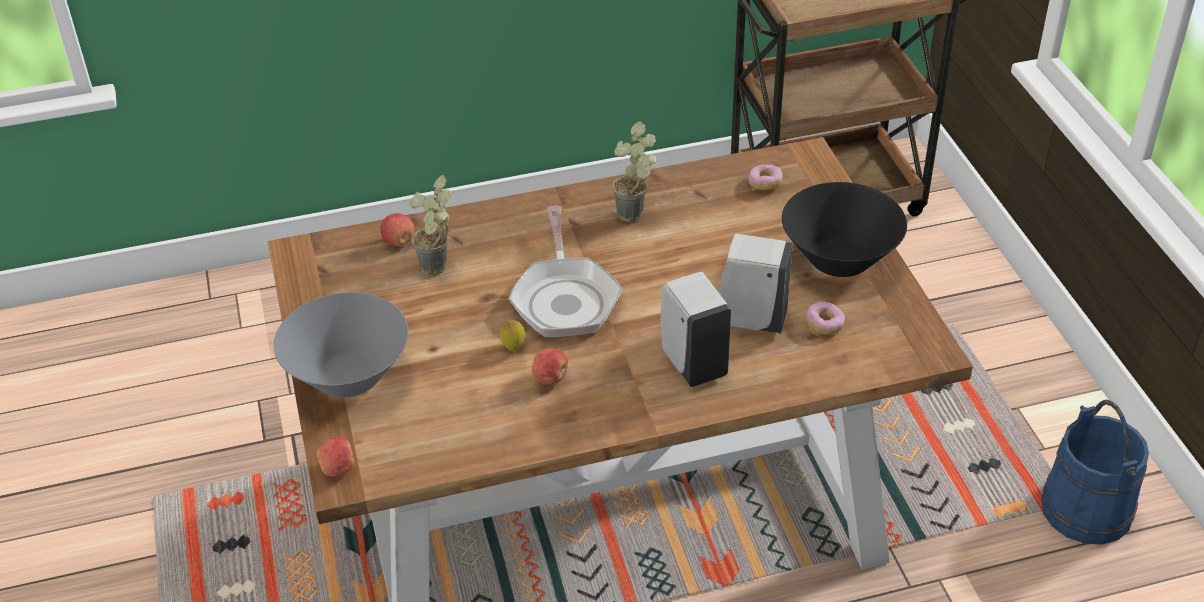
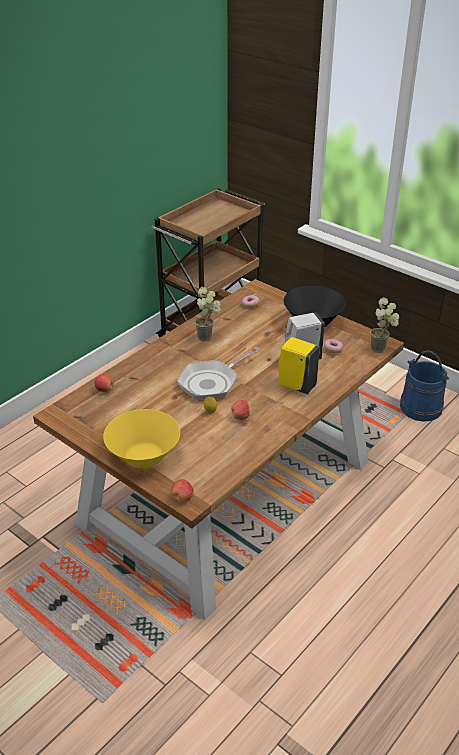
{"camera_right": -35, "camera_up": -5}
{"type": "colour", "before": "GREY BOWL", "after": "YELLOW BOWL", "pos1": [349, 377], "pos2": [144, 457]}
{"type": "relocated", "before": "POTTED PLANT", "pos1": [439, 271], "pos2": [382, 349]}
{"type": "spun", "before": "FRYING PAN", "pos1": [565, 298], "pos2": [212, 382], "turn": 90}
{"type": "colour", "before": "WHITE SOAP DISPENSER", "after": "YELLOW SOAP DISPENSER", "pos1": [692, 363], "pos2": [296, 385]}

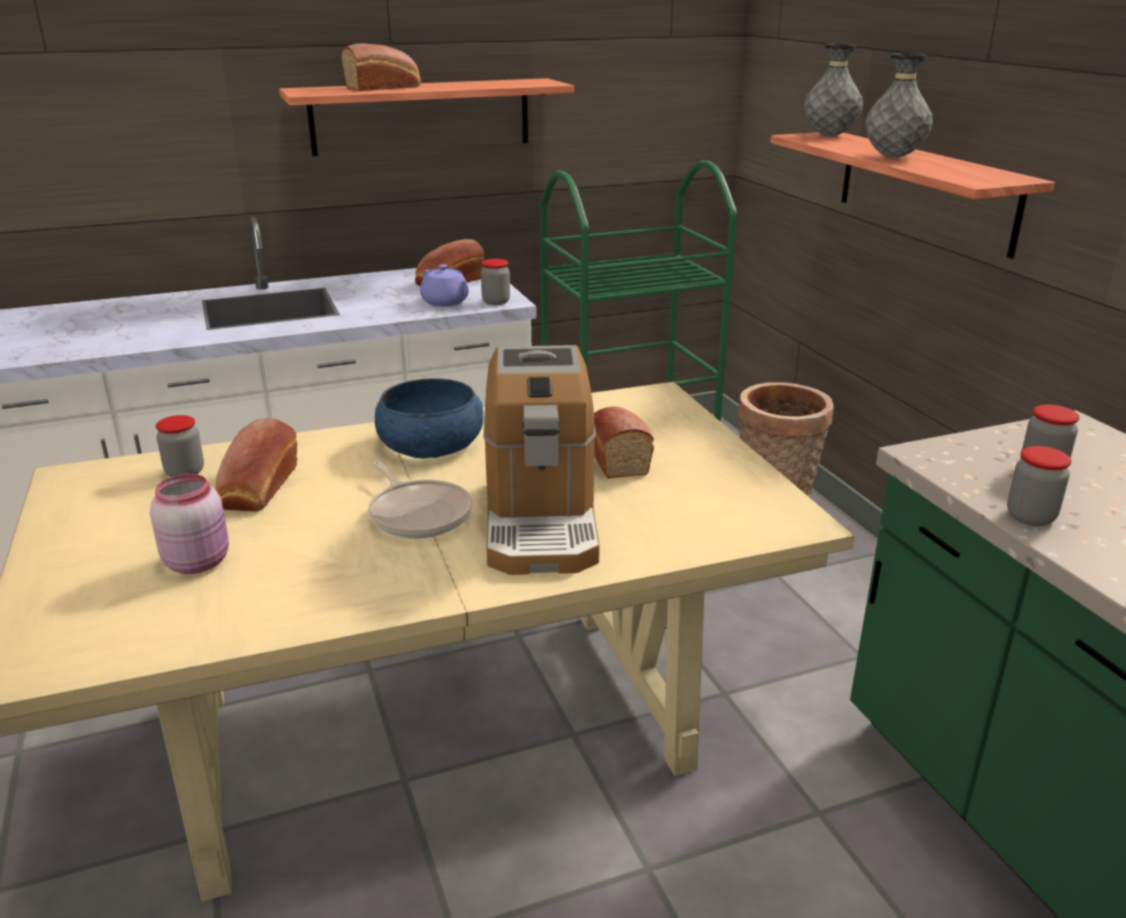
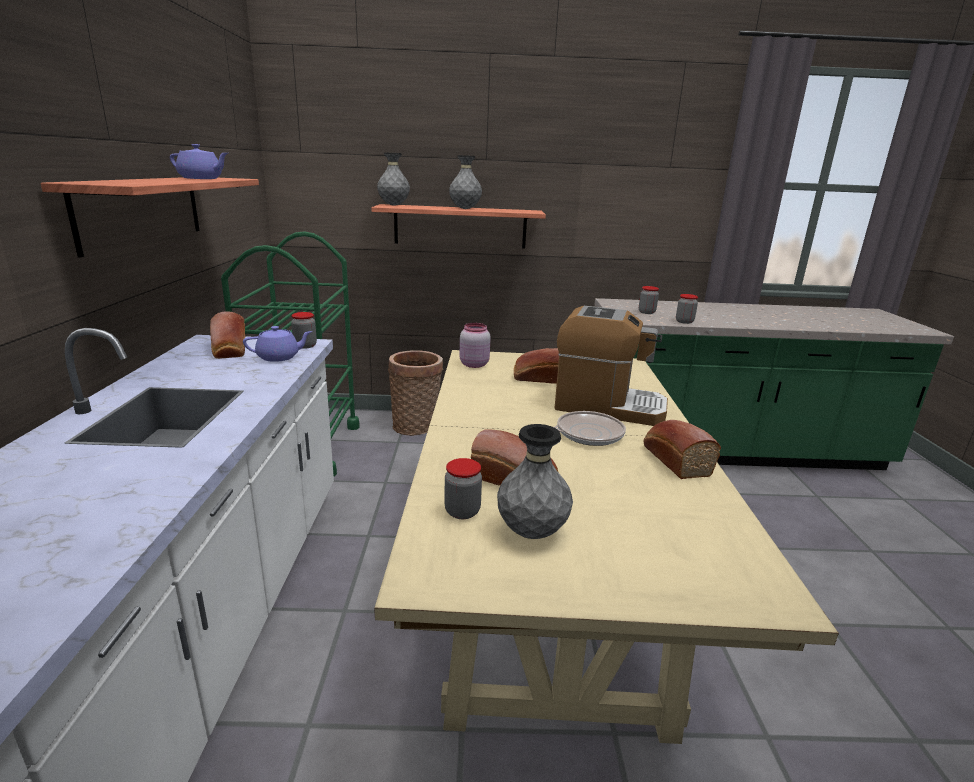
{"camera_right": -70, "camera_up": -5}
{"type": "relocated", "before": "PINK JAR", "pos1": [199, 561], "pos2": [473, 364]}
{"type": "relocated", "before": "BREAD", "pos1": [384, 87], "pos2": [674, 460]}
{"type": "missing", "before": "BLUE BOWL", "pos1": [431, 443]}
{"type": "appeared", "after": "PURPLE TEAPOT", "pos2": [201, 179]}
{"type": "appeared", "after": "GREY VASE", "pos2": [532, 533]}

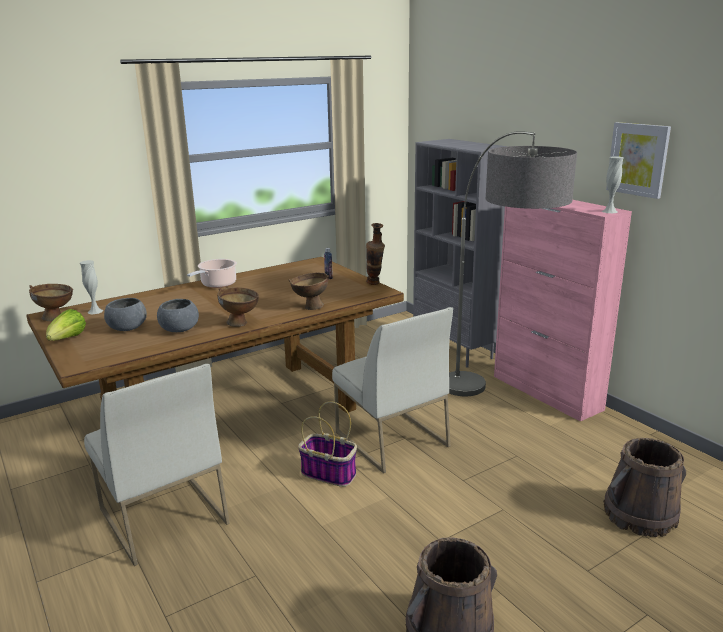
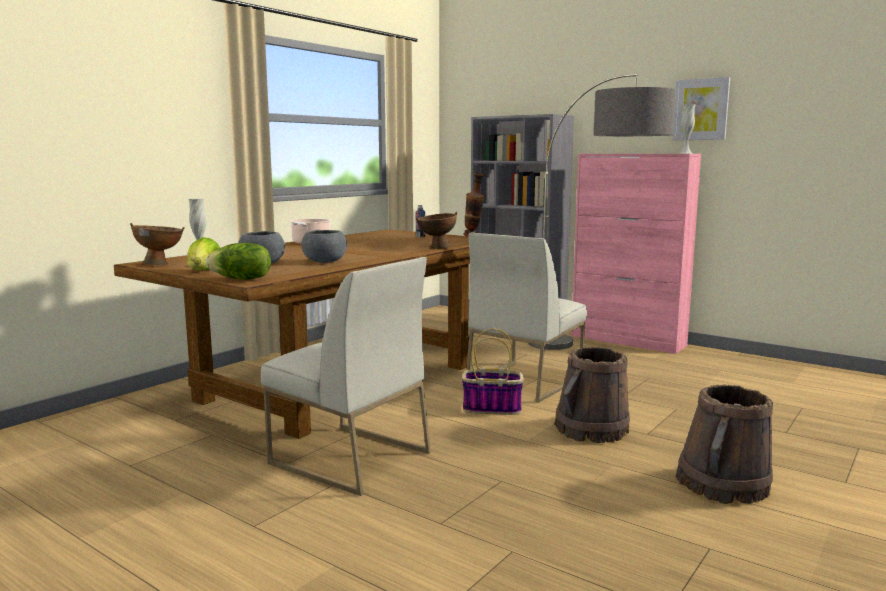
{"camera_right": -20, "camera_up": -10}
{"type": "missing", "before": "BROWN BOWL", "pos1": [241, 324]}
{"type": "spun", "before": "WHITE CHAIR", "pos1": [390, 439], "pos2": [524, 381], "turn": 90}
{"type": "relocated", "before": "BROWN BUCKET", "pos1": [639, 515], "pos2": [591, 429]}
{"type": "appeared", "after": "LETTUCE", "pos2": [241, 279]}

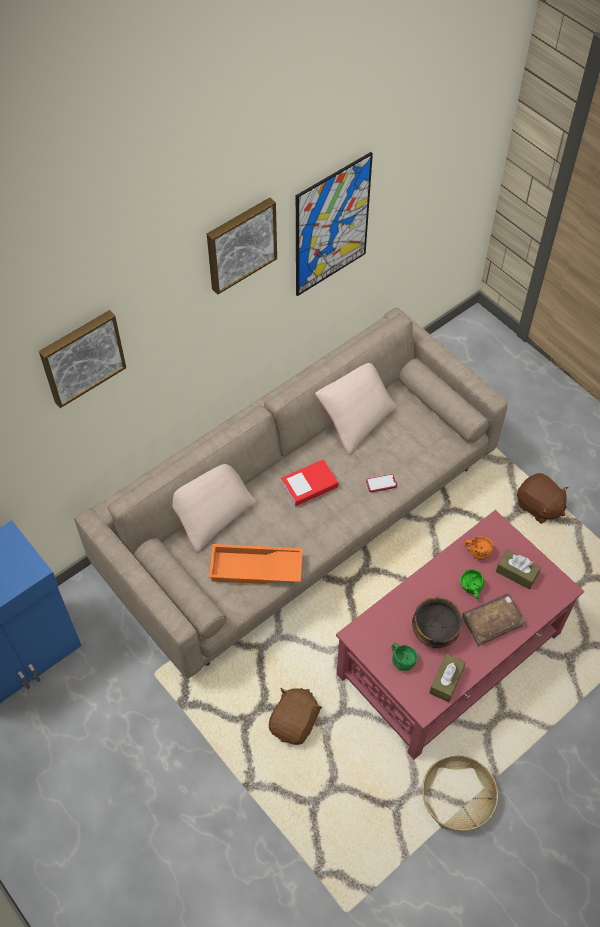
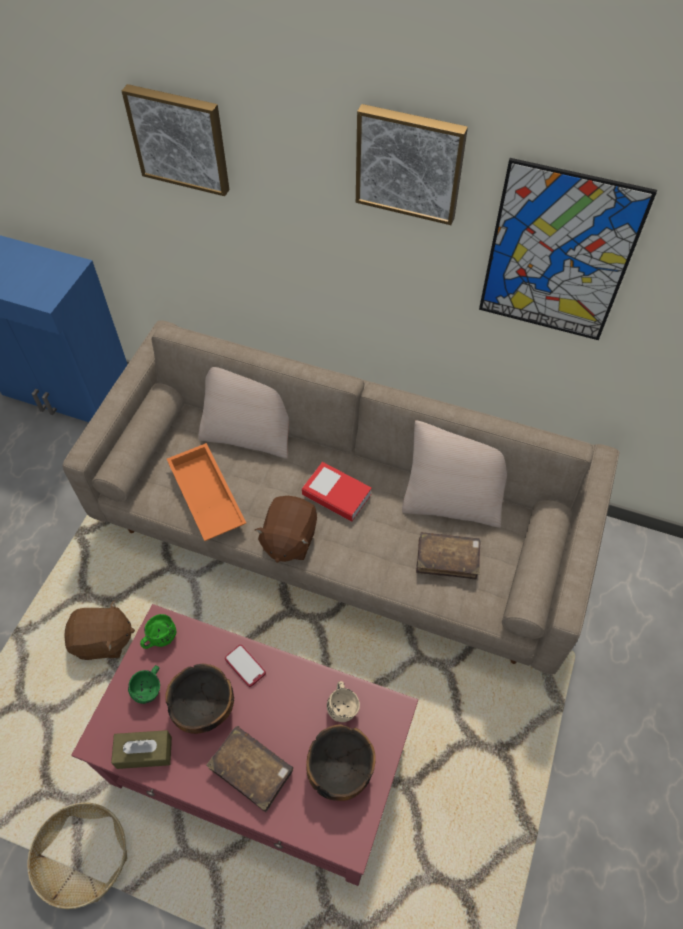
{"camera_right": 60, "camera_up": 0}
{"type": "relocated", "before": "PHONE", "pos1": [381, 483], "pos2": [245, 666]}
{"type": "relocated", "before": "GREEN MUG", "pos1": [471, 590], "pos2": [159, 638]}
{"type": "colour", "before": "ORANGE MUG", "after": "BEIGE MUG", "pos1": [477, 551], "pos2": [343, 705]}
{"type": "exchanged", "before": "BROWN TISSUE BOX", "after": "BOWL", "pos1": [516, 573], "pos2": [339, 769]}
{"type": "relocated", "before": "BROWN PLUSH TOY", "pos1": [539, 506], "pos2": [288, 539]}
{"type": "appeared", "after": "BROWN BOOK", "pos2": [447, 559]}

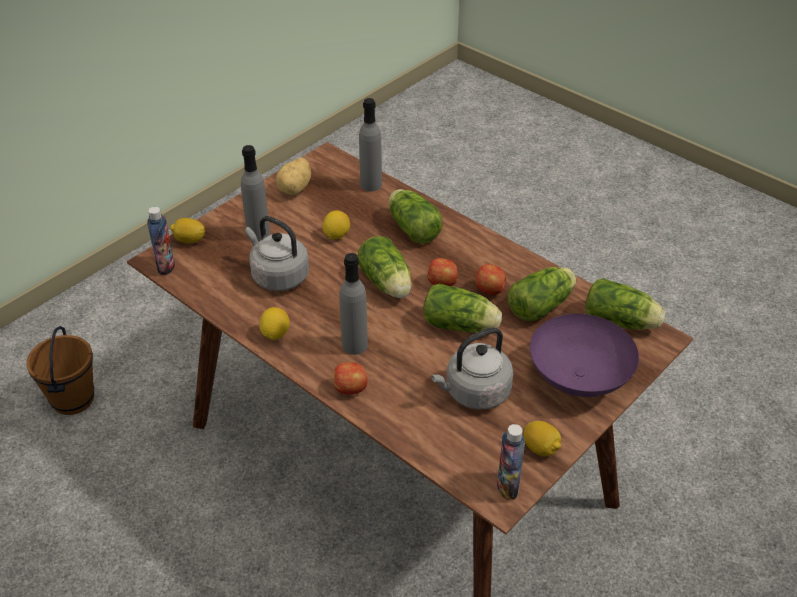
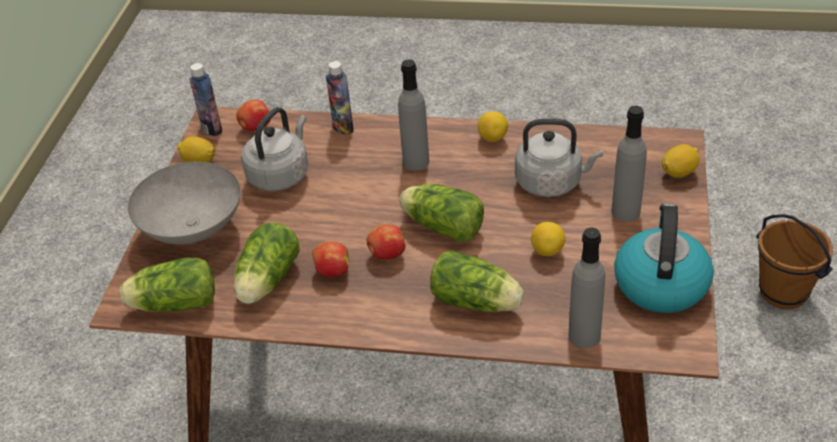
{"camera_right": 150, "camera_up": 0}
{"type": "relocated", "before": "BOTTLE", "pos1": [166, 266], "pos2": [343, 127]}
{"type": "exchanged", "before": "POTATO", "after": "KETTLE", "pos1": [296, 188], "pos2": [660, 283]}
{"type": "relocated", "before": "APPLE", "pos1": [351, 389], "pos2": [255, 127]}
{"type": "missing", "before": "LETTUCE", "pos1": [462, 326]}
{"type": "colour", "before": "PURPLE BOWL", "after": "GREY BOWL", "pos1": [577, 379], "pos2": [194, 227]}

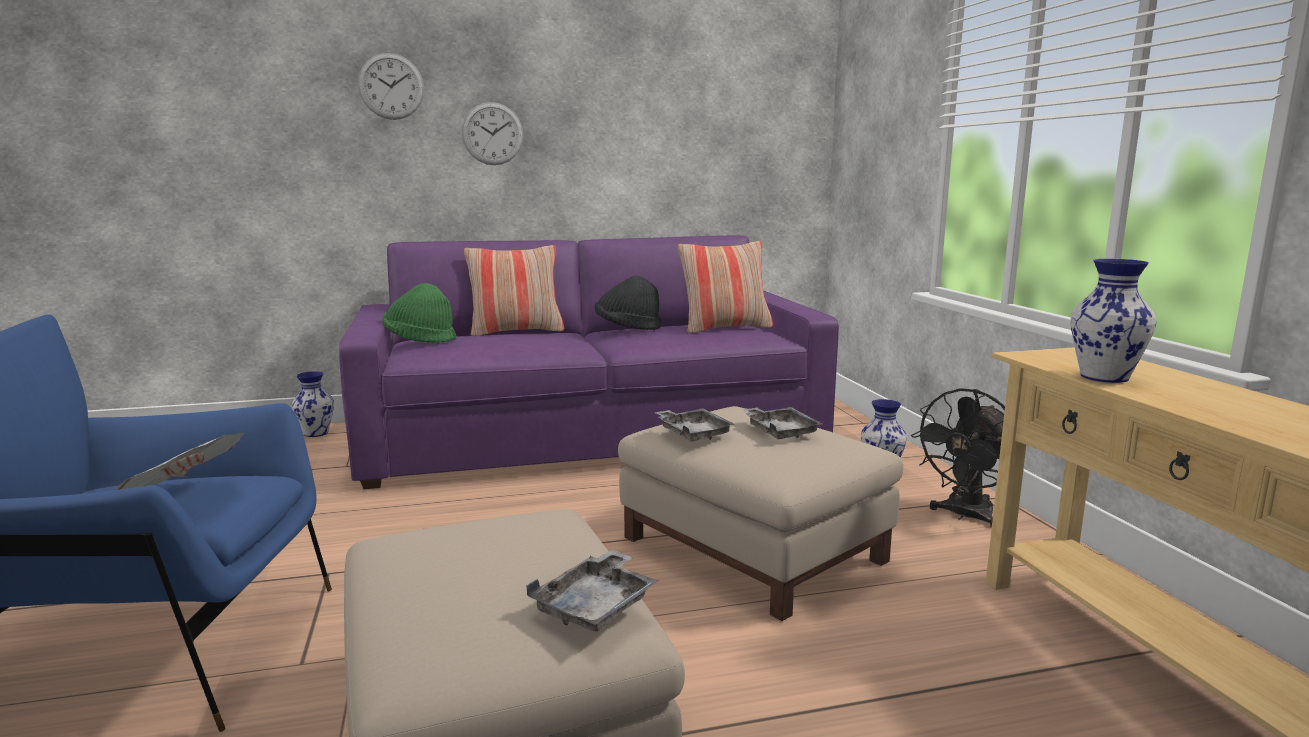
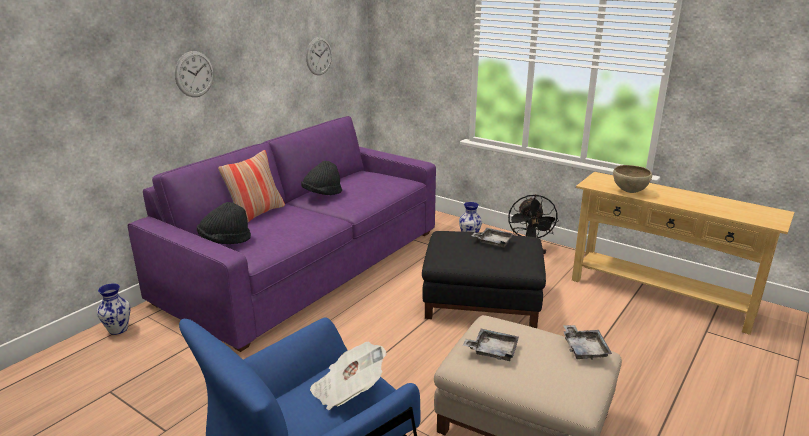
{"camera_right": -40, "camera_up": 10}
{"type": "relocated", "before": "WALL CLOCK", "pos1": [391, 86], "pos2": [319, 56]}
{"type": "colour", "before": "GREEN HAT", "after": "BLACK HAT", "pos1": [420, 339], "pos2": [225, 241]}
{"type": "colour", "before": "BEIGE OTTOMAN", "after": "BLACK OTTOMAN", "pos1": [754, 549], "pos2": [482, 300]}
{"type": "relocated", "before": "GREY TRAY", "pos1": [693, 433], "pos2": [492, 350]}
{"type": "missing", "before": "PILLOW", "pos1": [725, 328]}
{"type": "exchanged", "before": "VASE", "after": "BROWN BOWL", "pos1": [1103, 377], "pos2": [629, 192]}

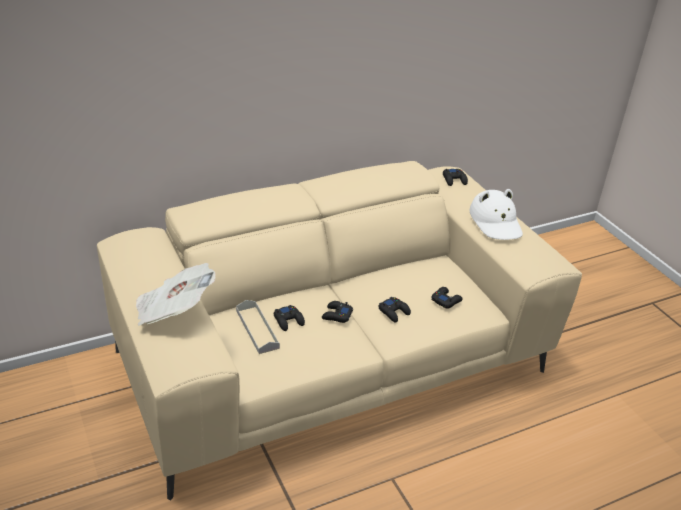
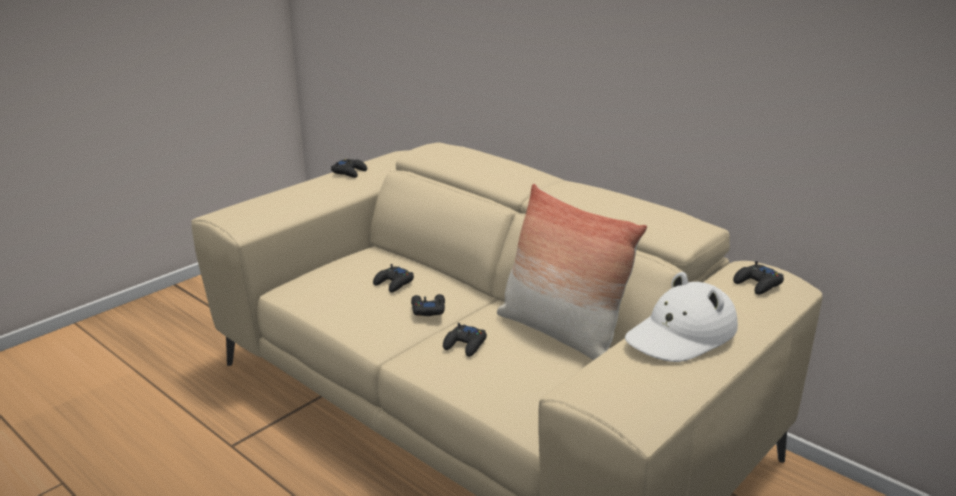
{"camera_right": 70, "camera_up": -10}
{"type": "missing", "before": "NEWSPAPER", "pos1": [174, 311]}
{"type": "missing", "before": "GREY TRAY", "pos1": [257, 329]}
{"type": "relocated", "before": "BLACK GAME CONTROLLER", "pos1": [446, 300], "pos2": [349, 172]}
{"type": "appeared", "after": "PILLOW", "pos2": [560, 333]}

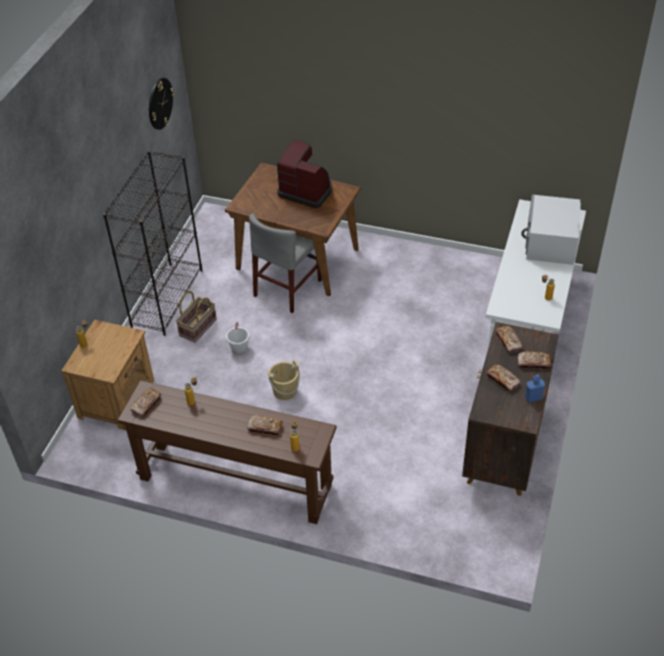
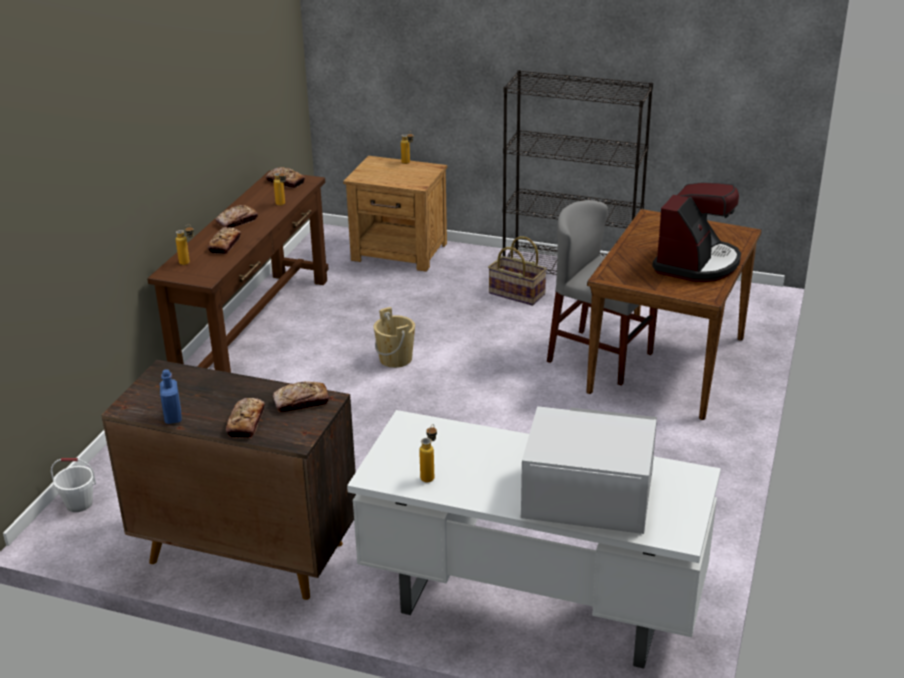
{"camera_right": 90, "camera_up": -15}
{"type": "missing", "before": "WALL CLOCK", "pos1": [160, 103]}
{"type": "relocated", "before": "WHITE BUCKET", "pos1": [239, 348], "pos2": [79, 503]}
{"type": "relocated", "before": "BREAD", "pos1": [502, 380], "pos2": [237, 221]}

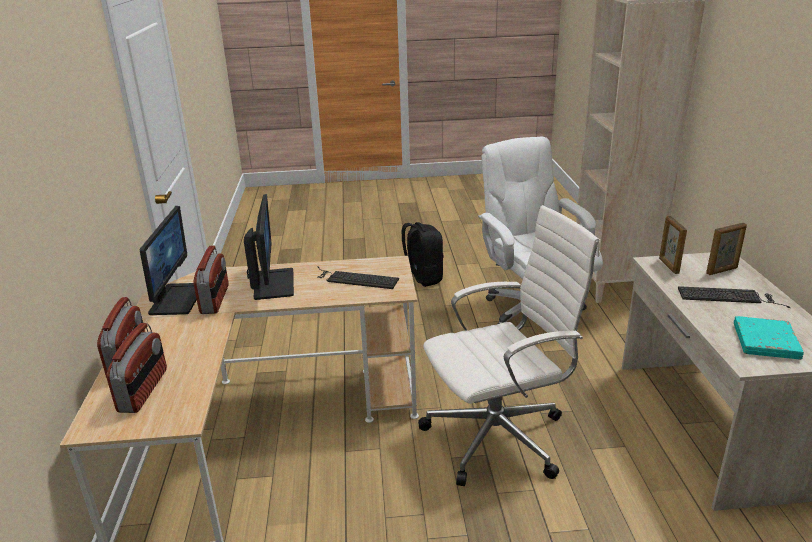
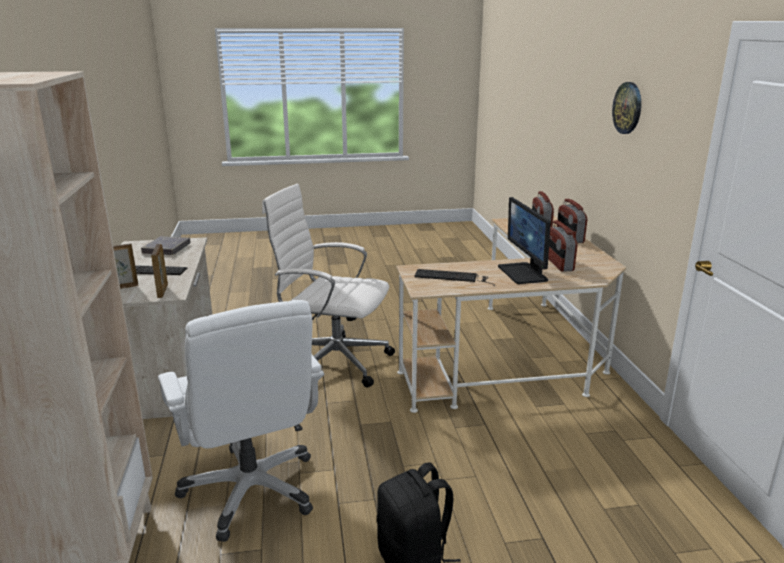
{"camera_right": 175, "camera_up": -5}
{"type": "missing", "before": "MONITOR", "pos1": [176, 299]}
{"type": "spun", "before": "WHITE OFFICE CHAIR", "pos1": [500, 436], "pos2": [333, 361], "turn": 45}
{"type": "colour", "before": "TURQUOISE BOOK", "after": "GREY BOOK", "pos1": [765, 342], "pos2": [167, 249]}
{"type": "appeared", "after": "WALL CLOCK", "pos2": [628, 108]}

